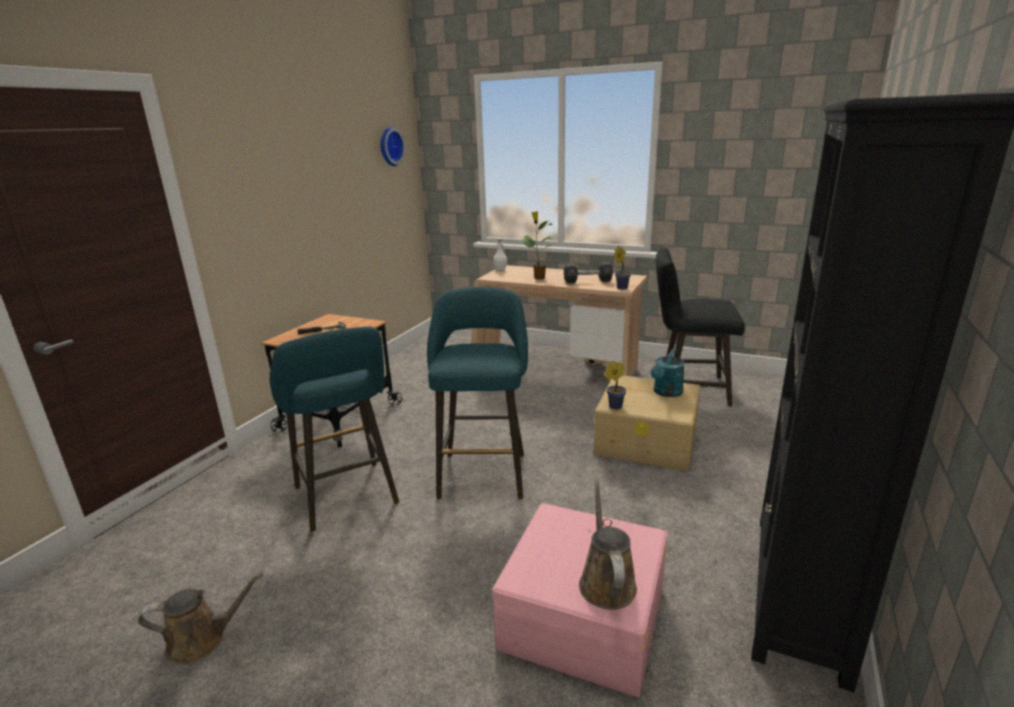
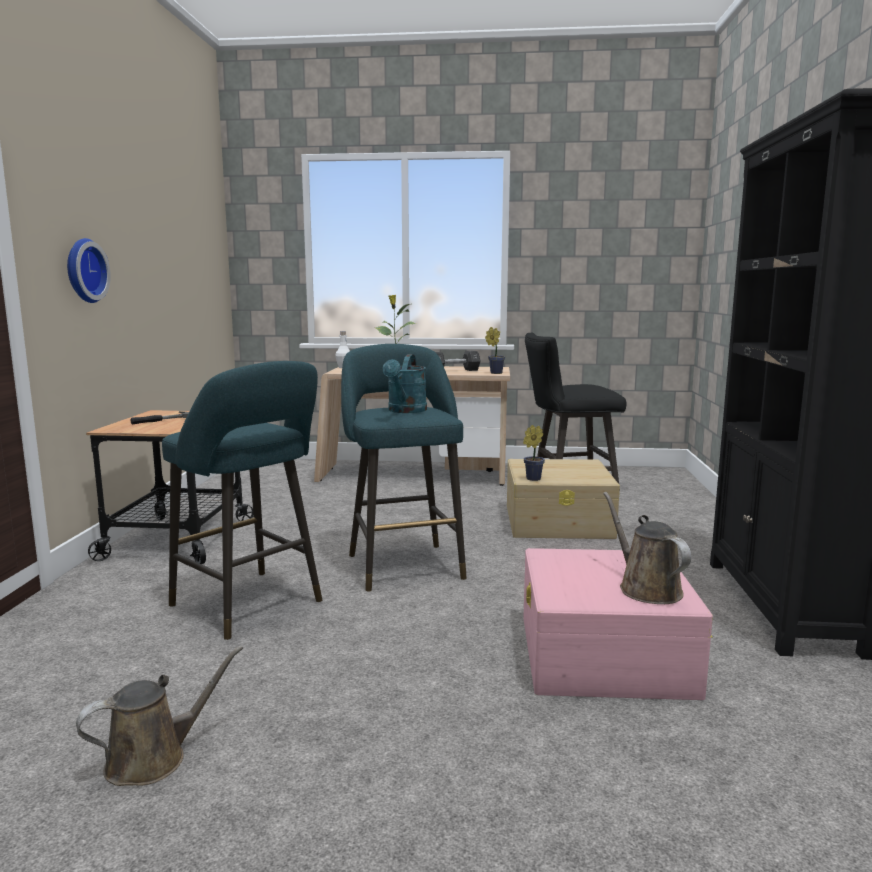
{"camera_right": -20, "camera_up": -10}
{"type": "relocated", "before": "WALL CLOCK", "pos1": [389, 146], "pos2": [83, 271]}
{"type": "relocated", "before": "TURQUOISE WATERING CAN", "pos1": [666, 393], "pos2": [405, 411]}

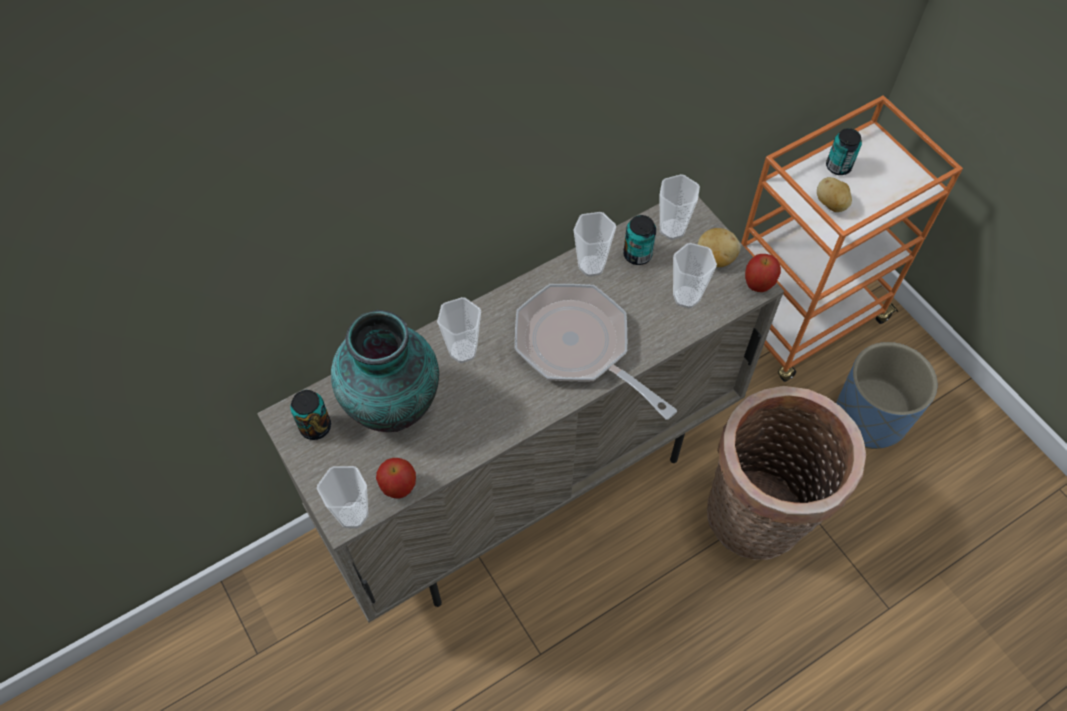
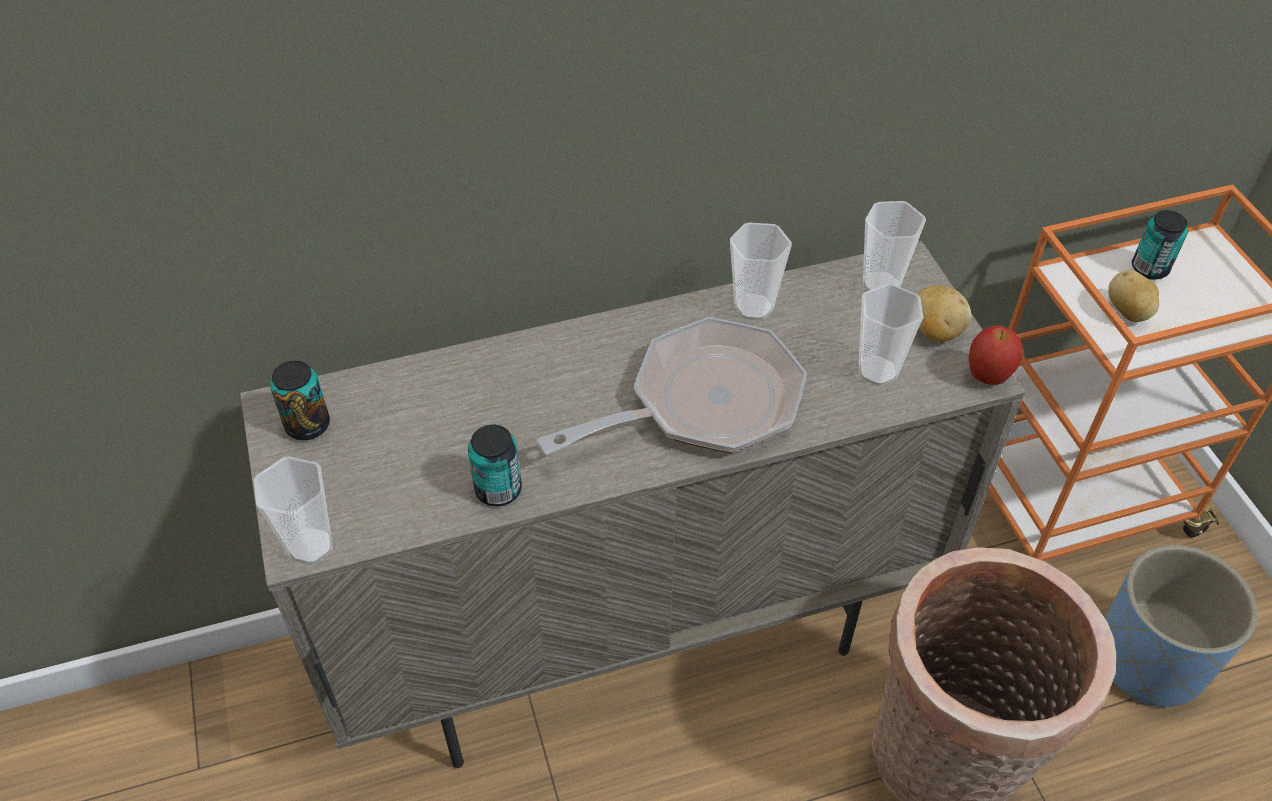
{"camera_right": 15, "camera_up": -10}
{"type": "missing", "before": "VASE", "pos1": [394, 404]}
{"type": "missing", "before": "APPLE", "pos1": [399, 488]}
{"type": "missing", "before": "CUP", "pos1": [463, 351]}
{"type": "spun", "before": "FRYING PAN", "pos1": [579, 347], "pos2": [703, 403], "turn": 90}
{"type": "relocated", "before": "CAN", "pos1": [637, 255], "pos2": [498, 490]}

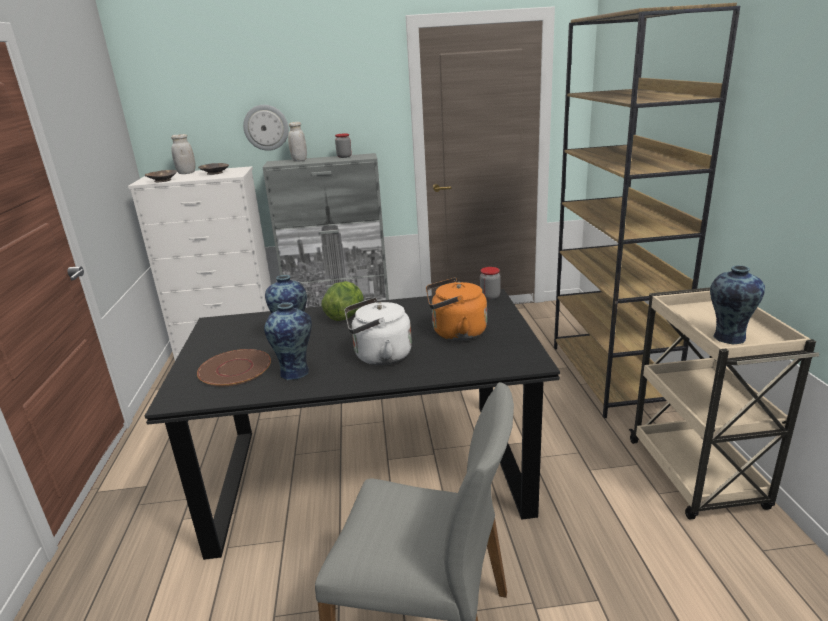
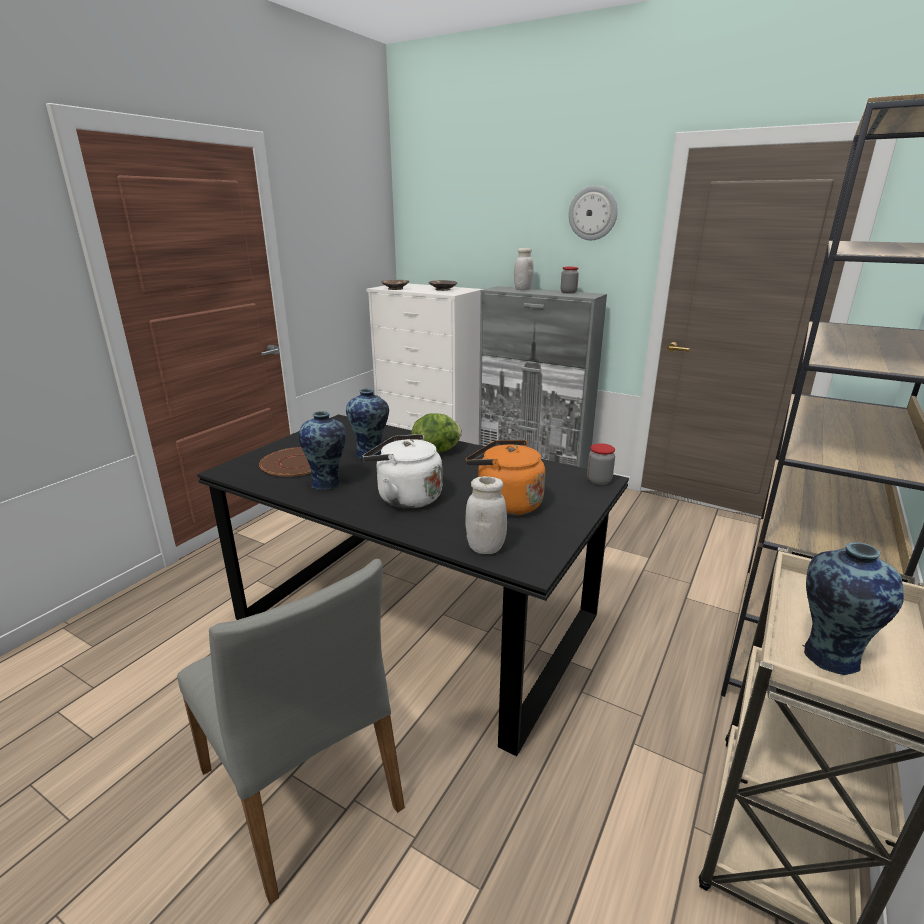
{"camera_right": 35, "camera_up": 0}
{"type": "relocated", "before": "WHITE JAR", "pos1": [186, 173], "pos2": [485, 548]}
{"type": "relocated", "before": "WALL CLOCK", "pos1": [266, 127], "pos2": [593, 213]}

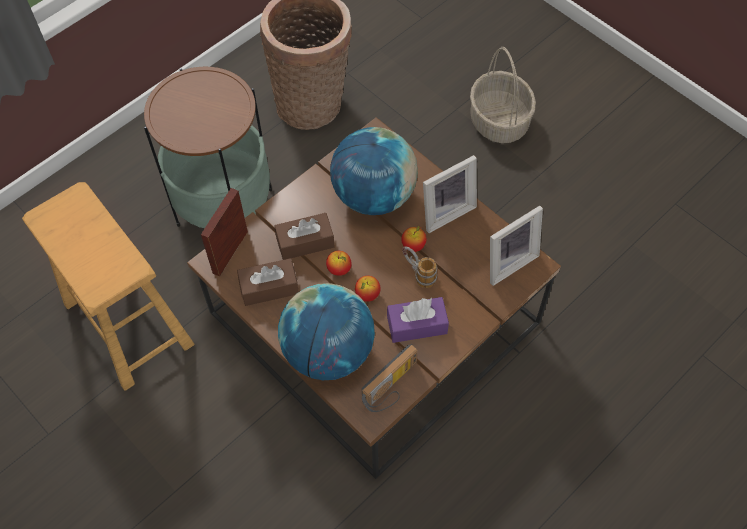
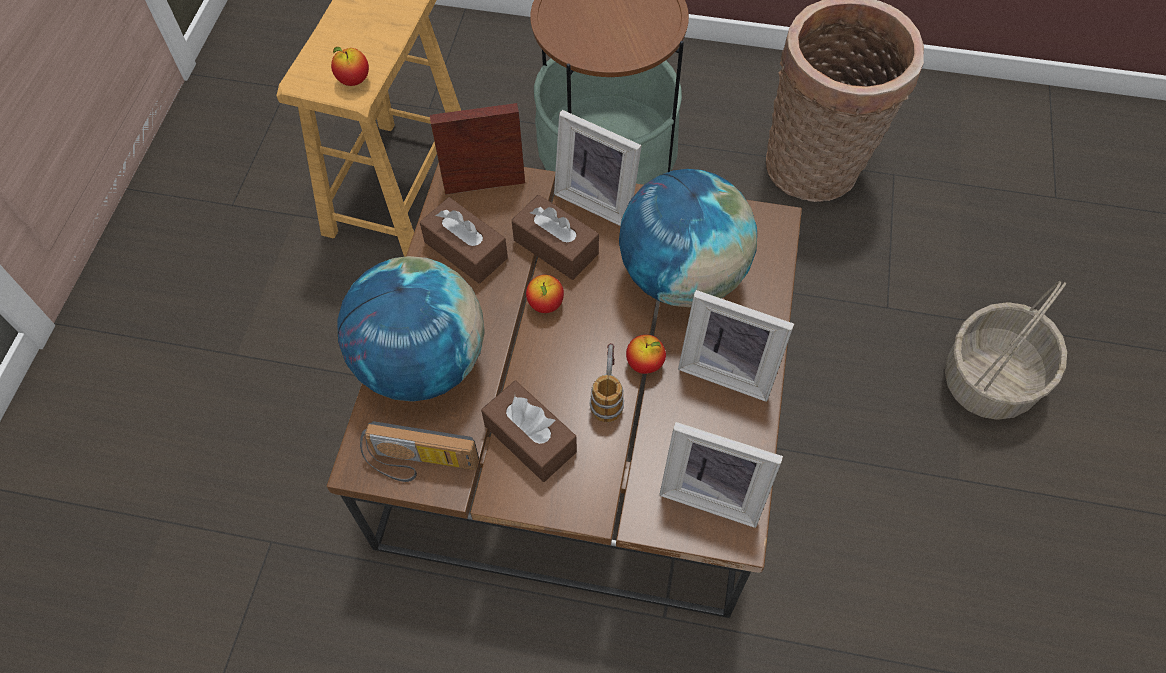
{"camera_right": 55, "camera_up": 0}
{"type": "relocated", "before": "APPLE", "pos1": [367, 295], "pos2": [353, 80]}
{"type": "colour", "before": "PURPLE TISSUE BOX", "after": "BROWN TISSUE BOX", "pos1": [417, 325], "pos2": [530, 438]}
{"type": "appeared", "after": "PICTURE FRAME", "pos2": [599, 198]}

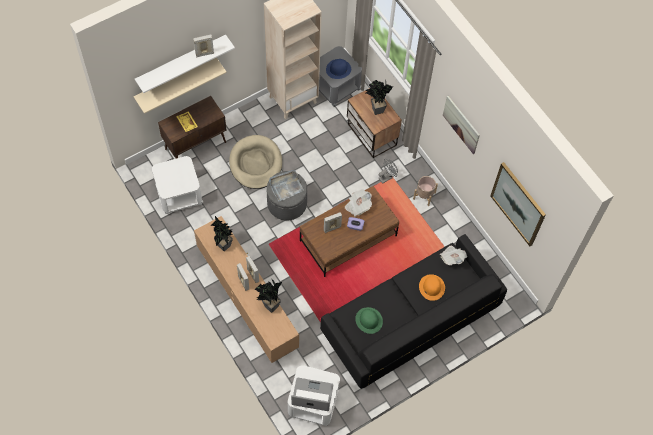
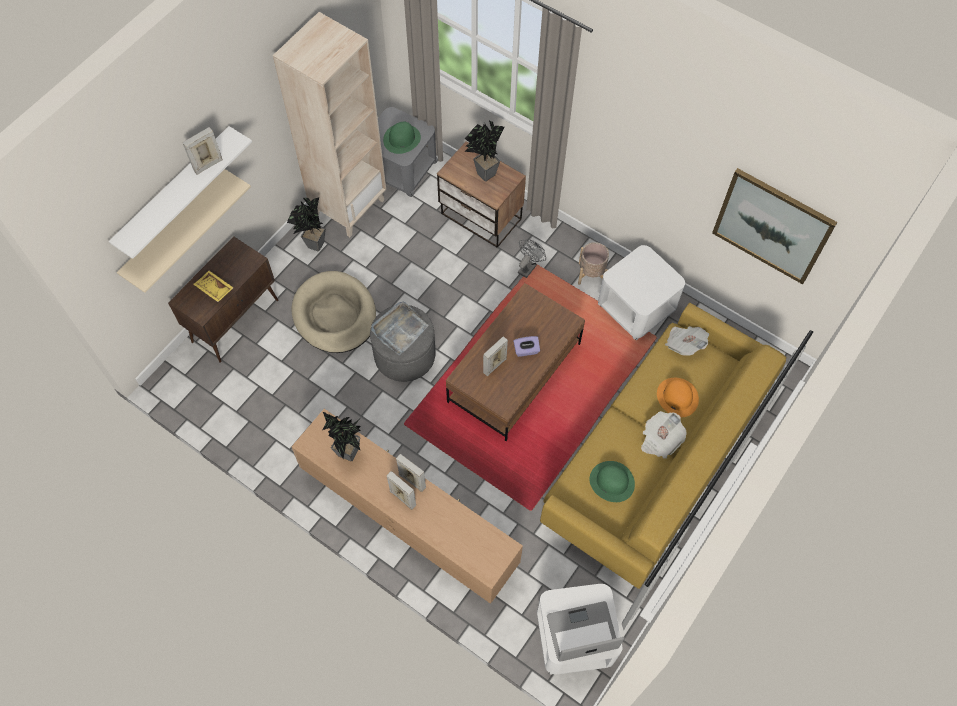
{"camera_right": -20, "camera_up": 0}
{"type": "relocated", "before": "WHITE SIDE TABLE", "pos1": [178, 194], "pos2": [636, 307]}
{"type": "relocated", "before": "POTTED PLANT", "pos1": [269, 307], "pos2": [313, 246]}
{"type": "colour", "before": "BLACK SOFA", "after": "YELLOW SOFA", "pos1": [409, 320], "pos2": [654, 458]}
{"type": "colour", "before": "BLUE HAT", "after": "GREEN HAT", "pos1": [338, 69], "pos2": [402, 139]}
{"type": "relocated", "before": "NEWSPAPER", "pos1": [358, 206], "pos2": [660, 439]}
{"type": "missing", "before": "PICTURE", "pos1": [461, 124]}

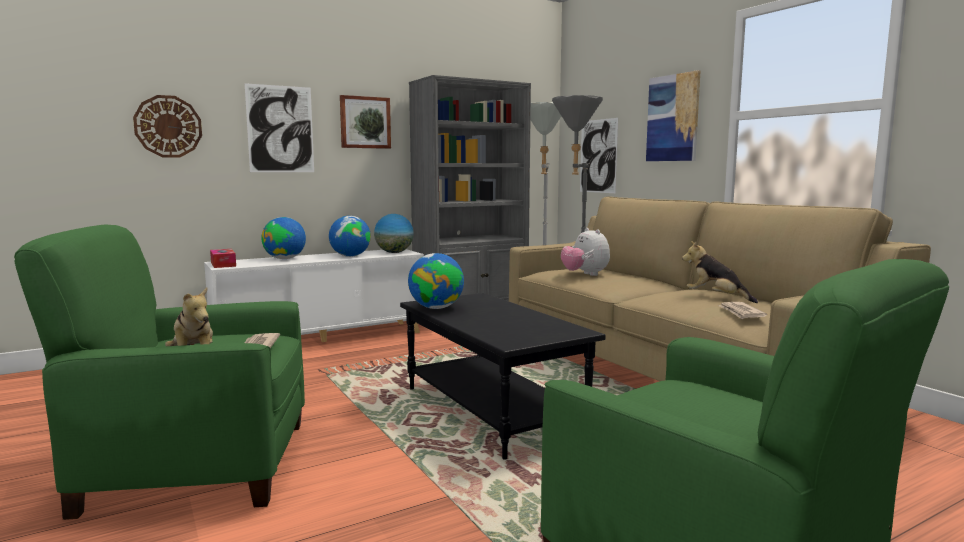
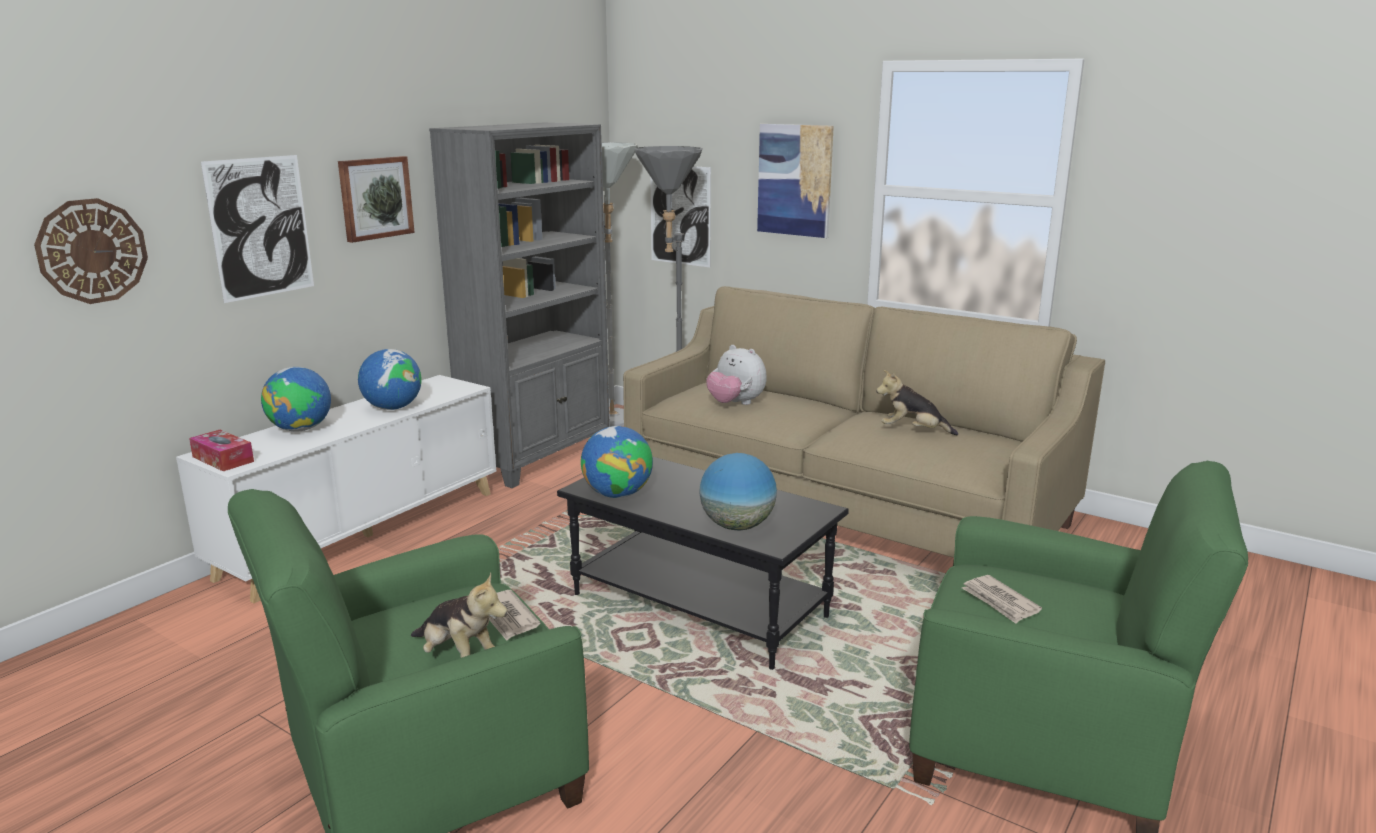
{"camera_right": -25, "camera_up": 10}
{"type": "relocated", "before": "GLOBE", "pos1": [394, 252], "pos2": [737, 526]}
{"type": "relocated", "before": "NEWSPAPER", "pos1": [741, 313], "pos2": [1000, 602]}

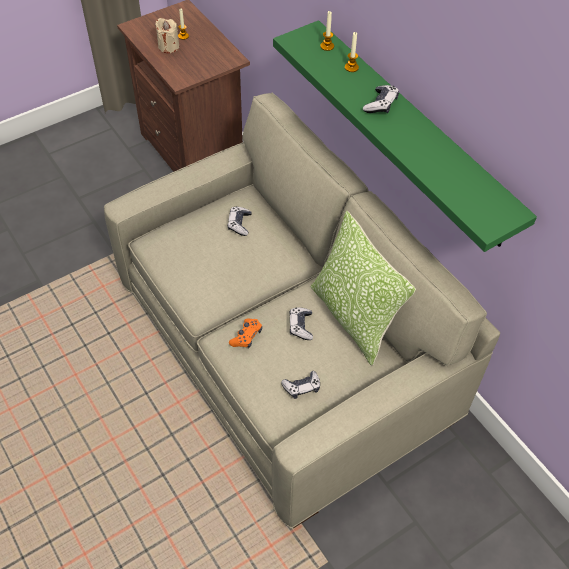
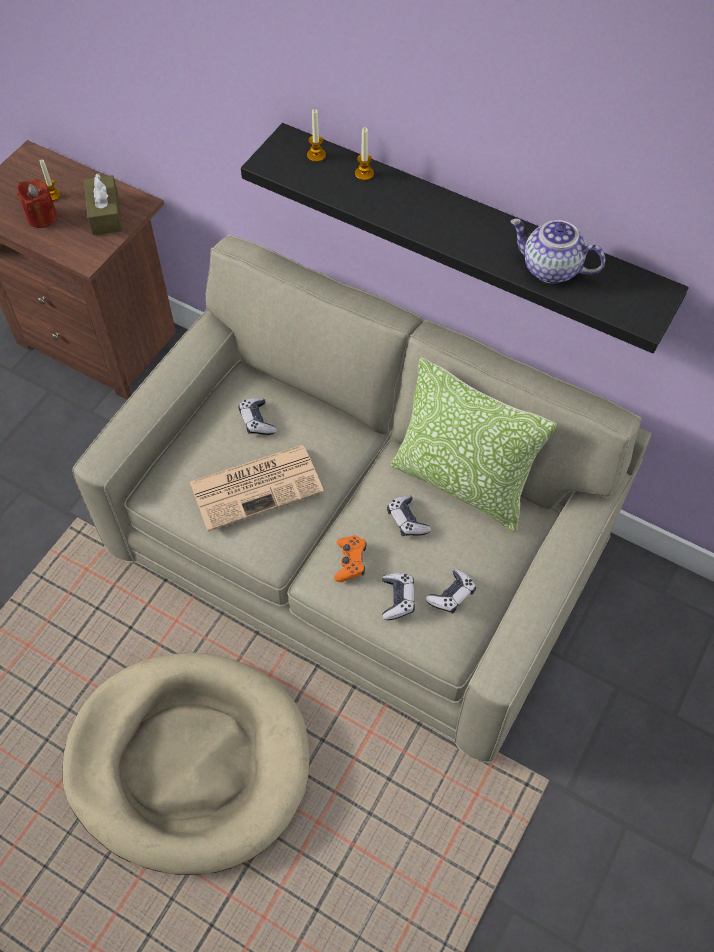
{"camera_right": -25, "camera_up": 5}
{"type": "colour", "before": "BEIGE CANDLE", "after": "RED CANDLE", "pos1": [168, 46], "pos2": [42, 217]}
{"type": "colour", "before": "GREEN SHELF", "after": "BLACK SHELF", "pos1": [411, 133], "pos2": [469, 232]}
{"type": "relocated", "before": "GAME CONTROLLER", "pos1": [381, 104], "pos2": [398, 599]}
{"type": "appeared", "after": "BEIGE DOG BED", "pos2": [189, 762]}
{"type": "appeared", "after": "BROWN TISSUE BOX", "pos2": [105, 214]}
{"type": "appeared", "after": "NEWSPAPER", "pos2": [258, 486]}
{"type": "appeared", "after": "TEAPOT", "pos2": [550, 269]}

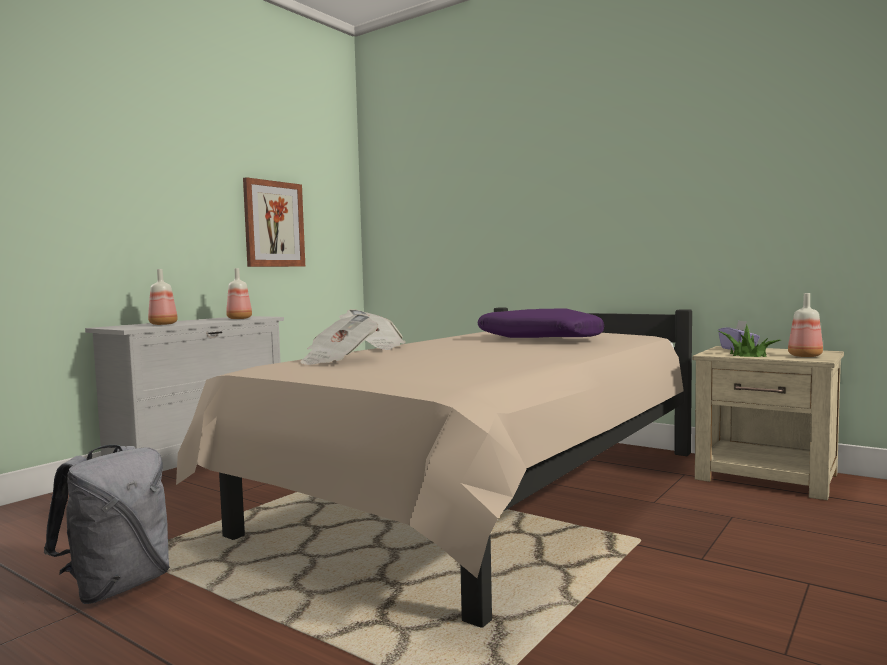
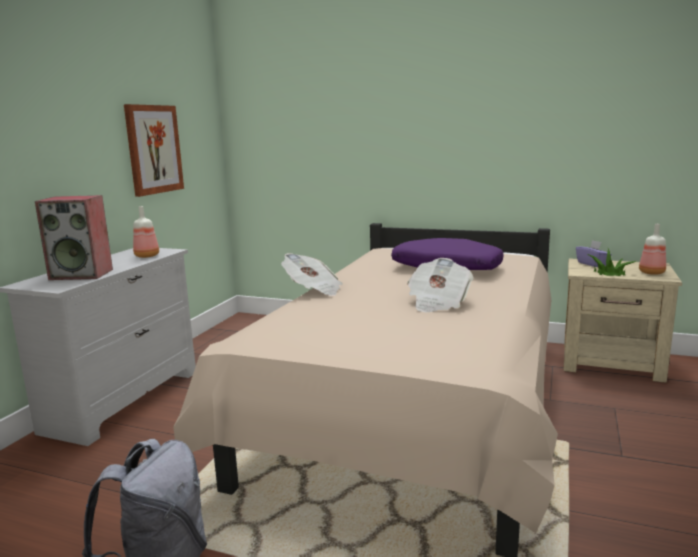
{"camera_right": -15, "camera_up": 10}
{"type": "exchanged", "before": "BOTTLE", "after": "SPEAKER", "pos1": [164, 324], "pos2": [82, 274]}
{"type": "relocated", "before": "NEWSPAPER", "pos1": [338, 360], "pos2": [437, 303]}

